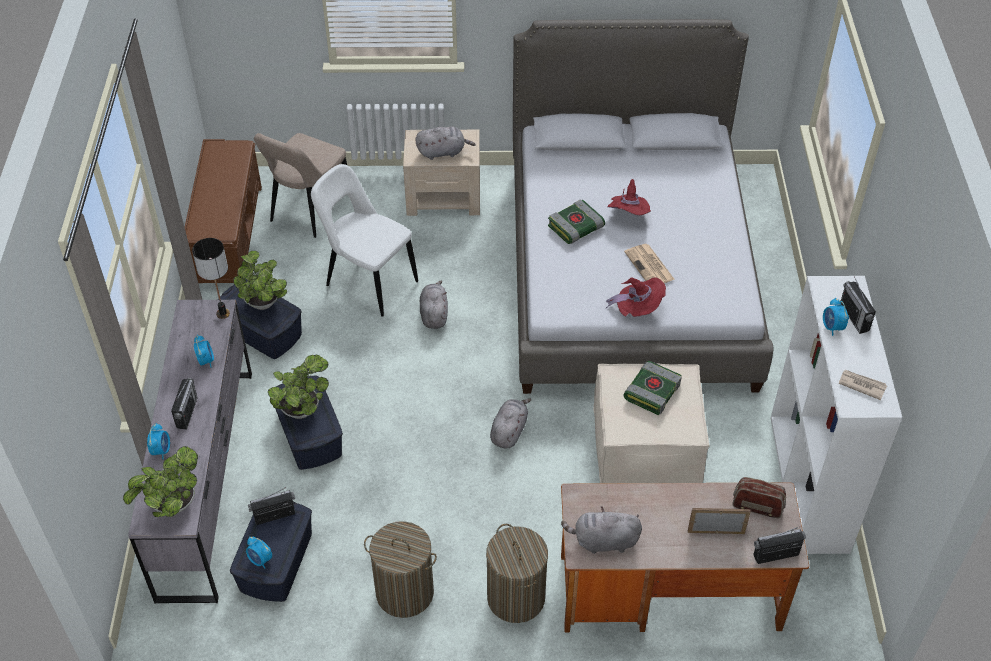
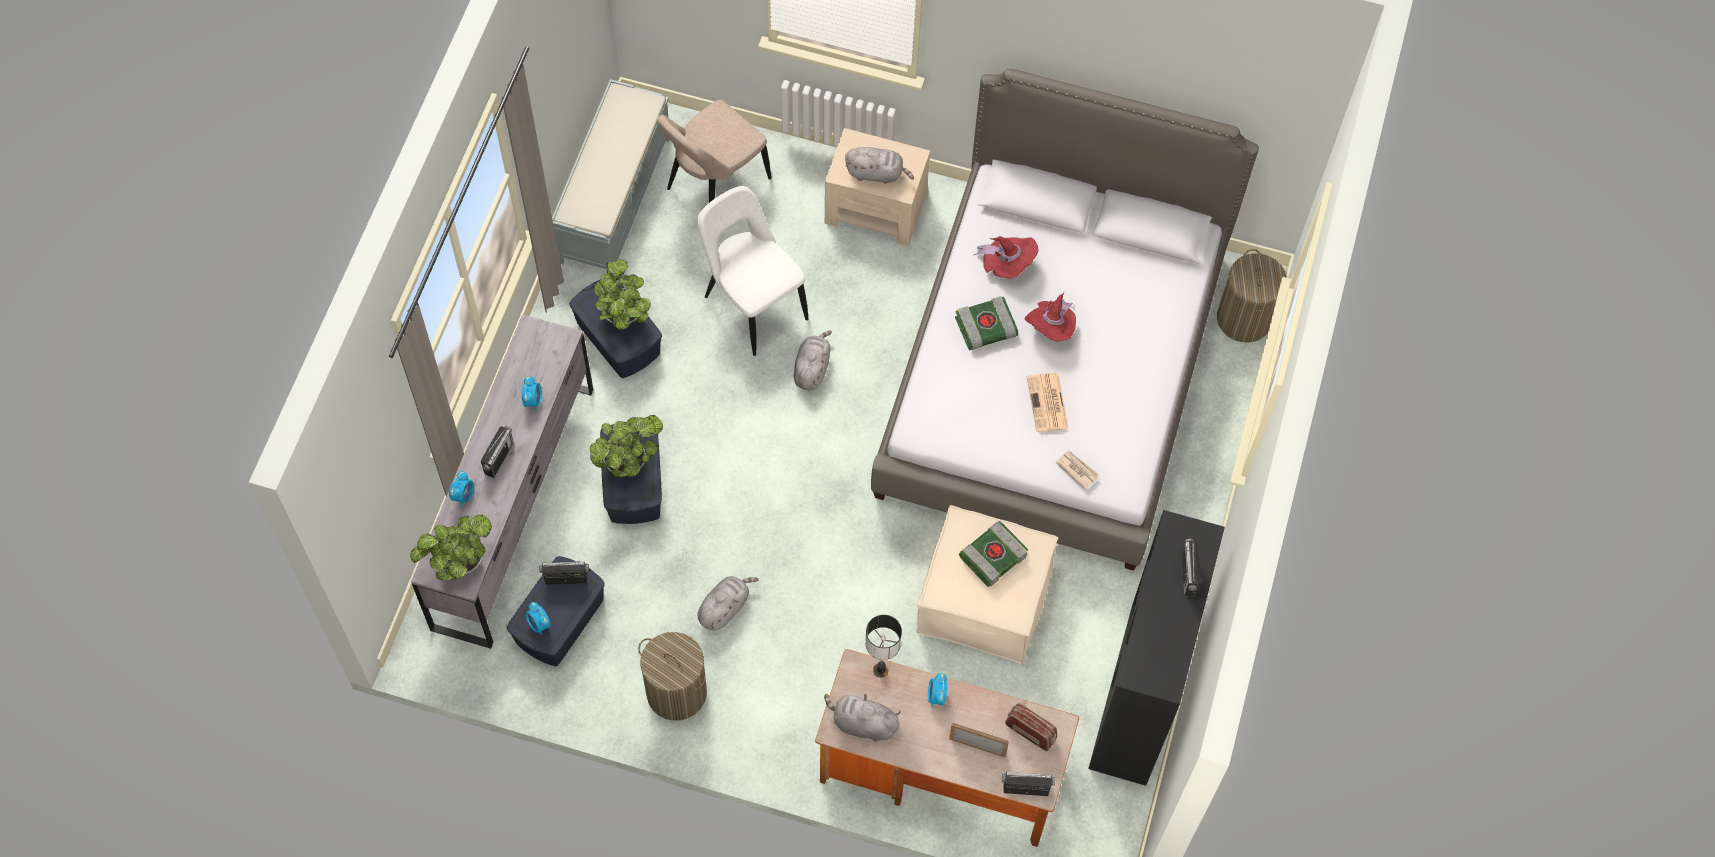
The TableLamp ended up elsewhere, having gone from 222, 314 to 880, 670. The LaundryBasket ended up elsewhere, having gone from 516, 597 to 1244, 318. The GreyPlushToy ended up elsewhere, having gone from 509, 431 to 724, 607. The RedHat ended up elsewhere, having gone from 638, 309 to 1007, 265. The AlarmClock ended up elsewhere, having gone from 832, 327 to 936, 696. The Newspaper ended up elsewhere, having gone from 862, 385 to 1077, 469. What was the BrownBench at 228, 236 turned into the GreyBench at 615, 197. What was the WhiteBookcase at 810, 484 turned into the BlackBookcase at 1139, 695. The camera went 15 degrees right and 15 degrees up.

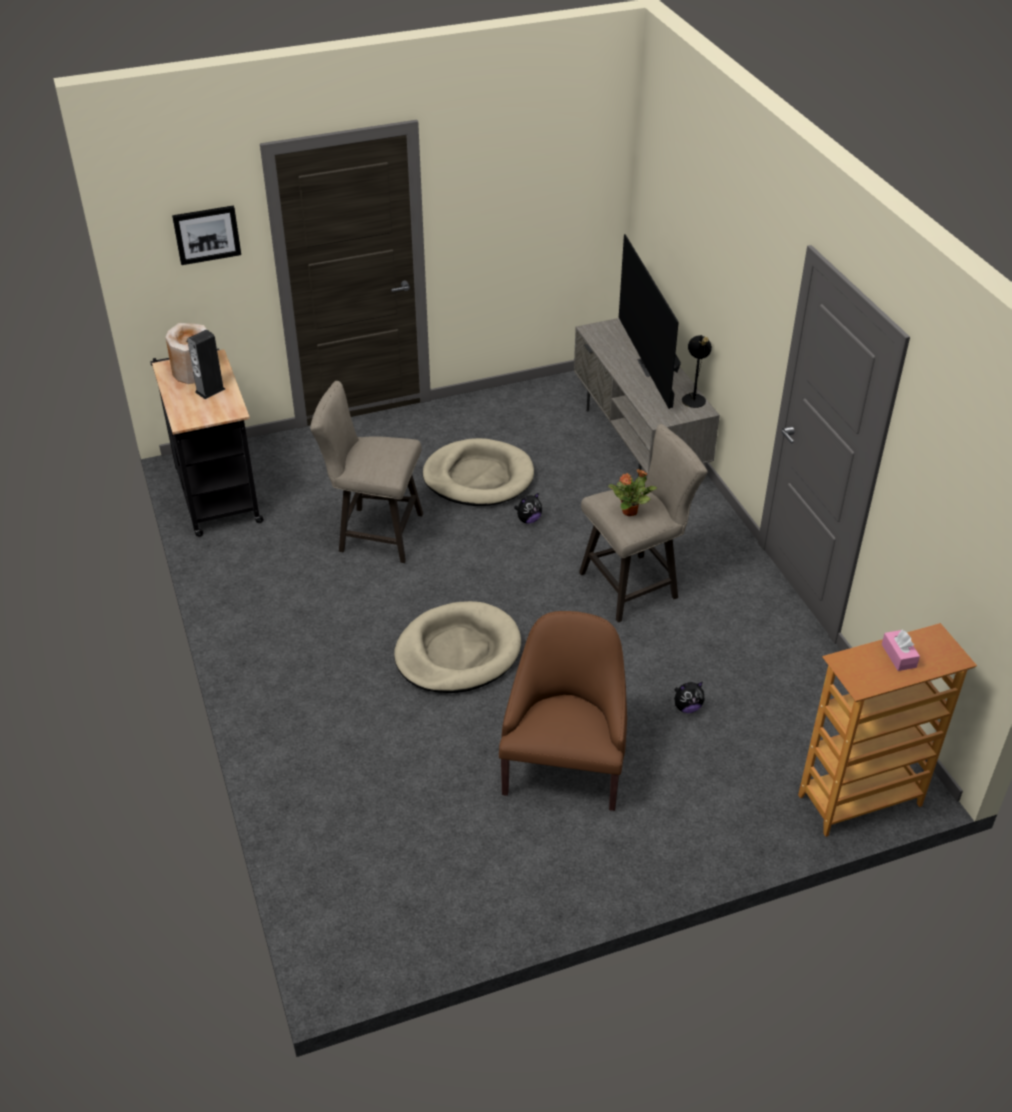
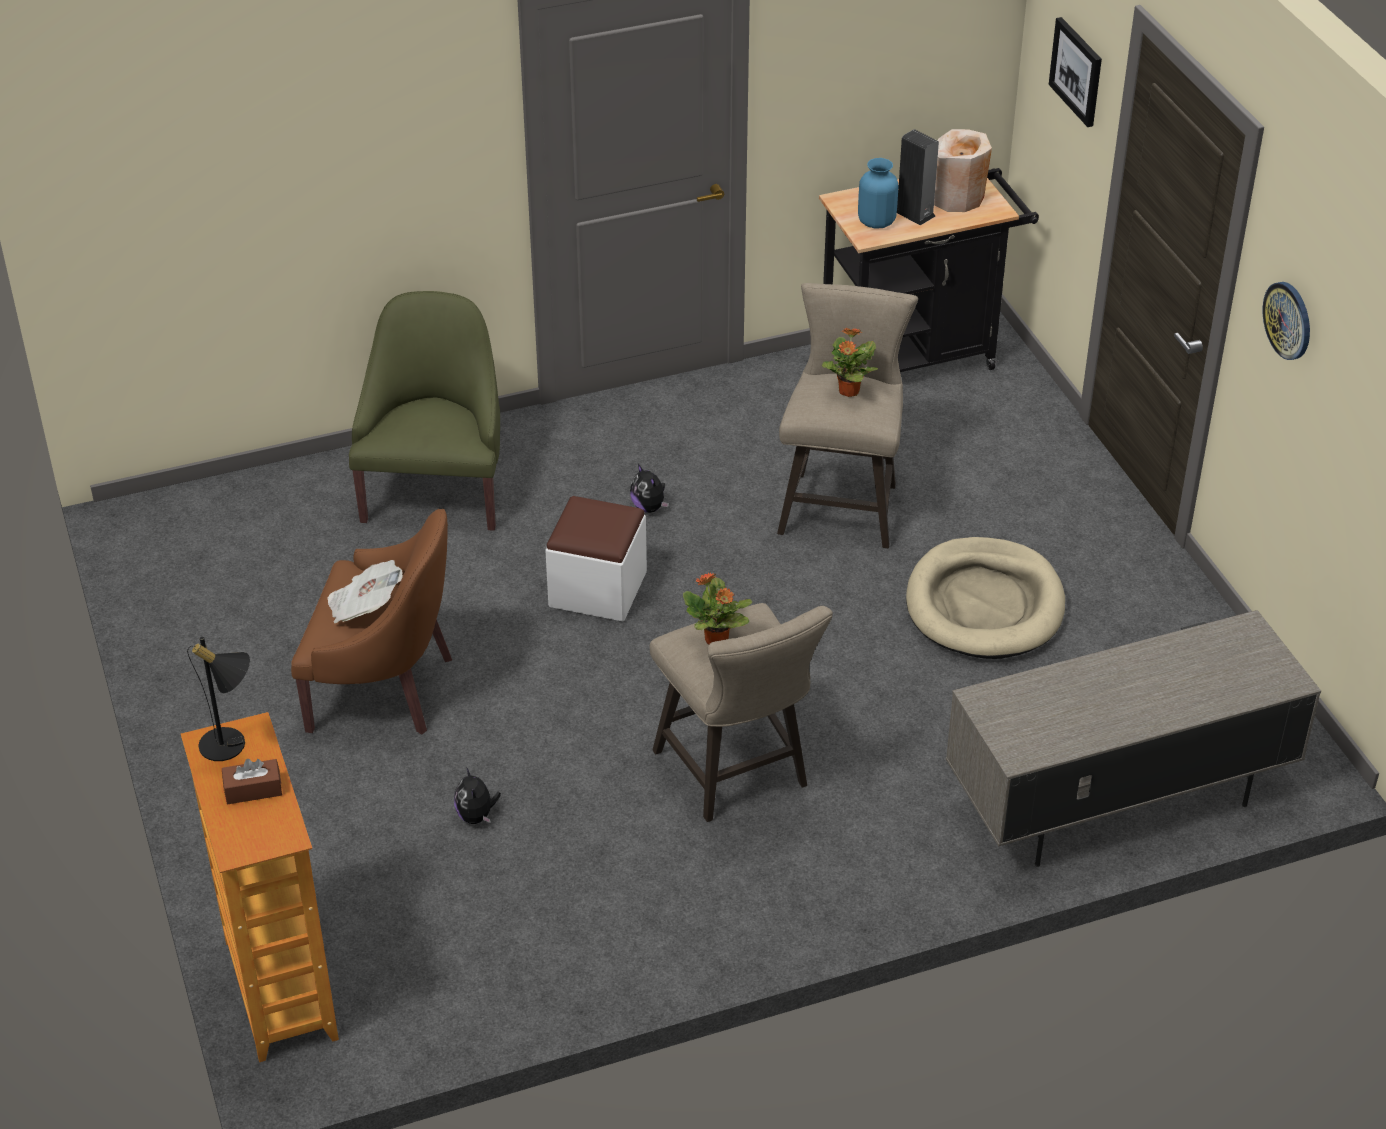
The second view lost the Television at 652, 367. The second view gained the Newspaper at 365, 607. The second view gained the GreenArmchair at 436, 490. The second view gained the PottedPlant at 848, 391. The second view gained the BlueVase at 876, 221. The second view gained the WallClock at 1288, 320. The PlushToy ended up elsewhere, having gone from 528, 520 to 649, 507. The BlackTableLamp ended up elsewhere, having gone from 694, 397 to 231, 746. Where the BeigeDogBed stood at 457, 652, the WhiteOttoman came to stand at 598, 589. What was the PinkTissueBox at 898, 656 turned into the BrownTissueBox at 253, 789. The camera went 90 degrees right and 0 degrees up.

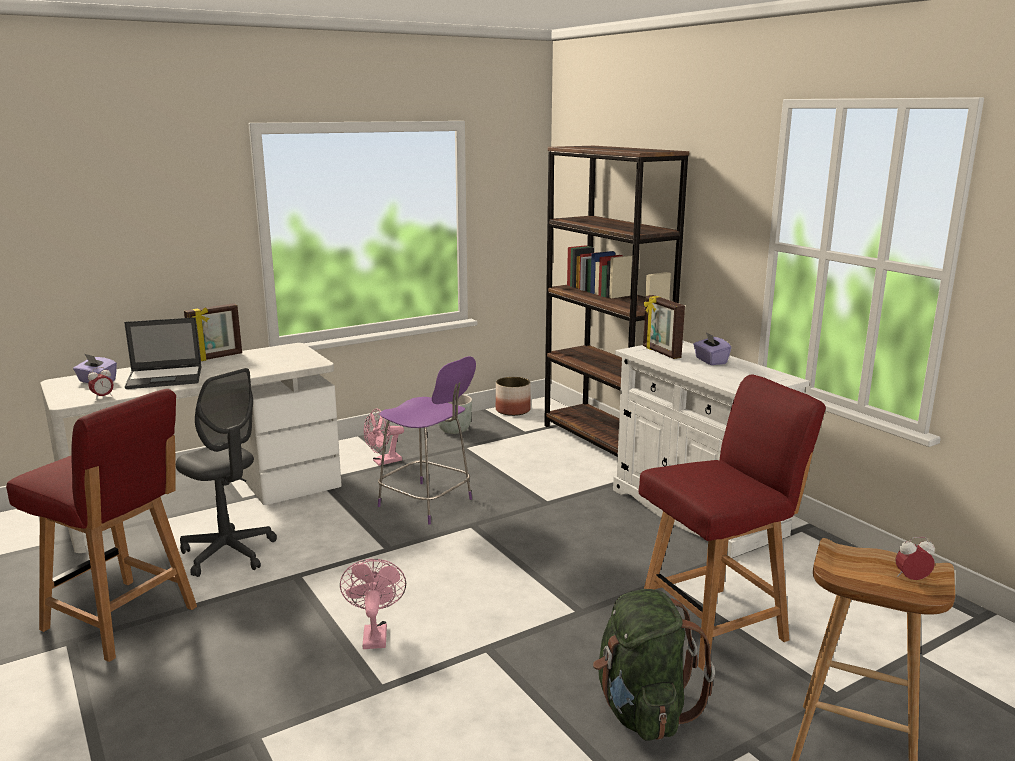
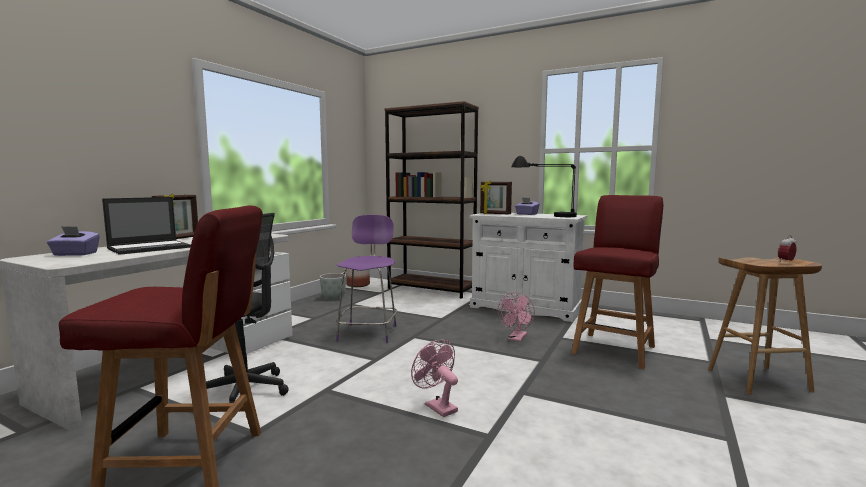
The second view lost the AlarmClock at 102, 397. The second view lost the GreenBackpack at 643, 711. The second view gained the BlackTableLamp at 545, 216. The PinkFan ended up elsewhere, having gone from 383, 462 to 516, 339. The PurpleChair at 428, 503 ended up facing another way, 90 degrees counterclockwise from before. The camera went 30 degrees left and 10 degrees down.

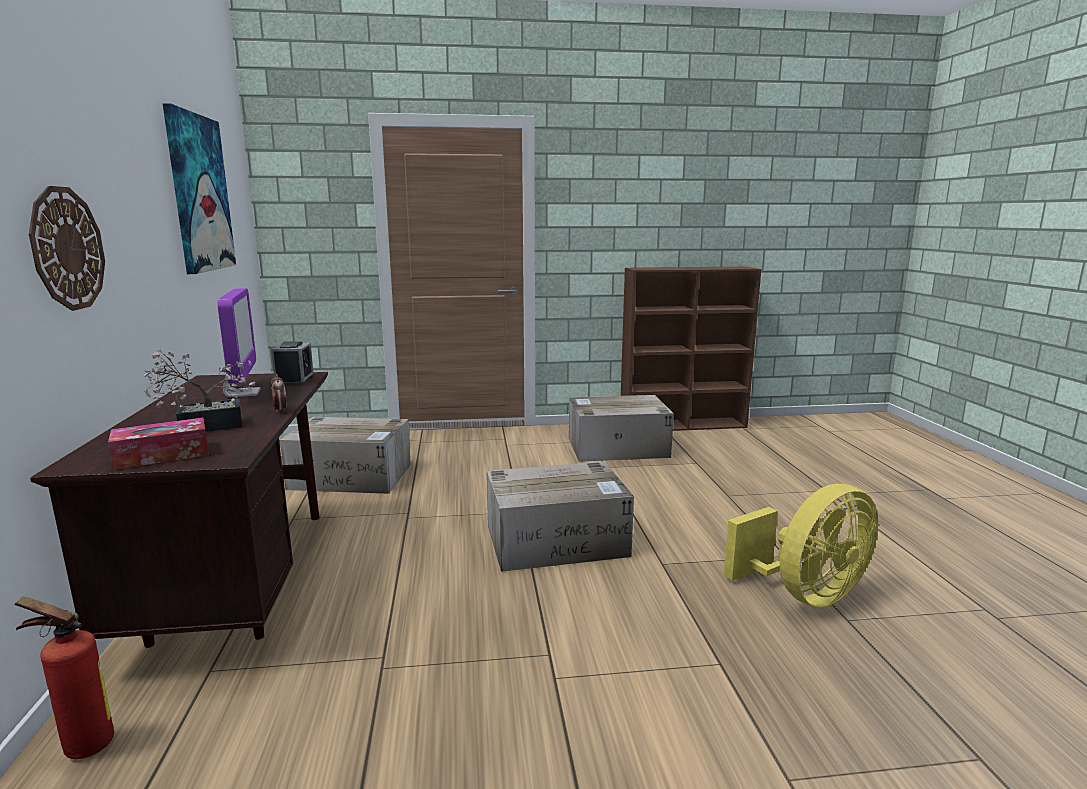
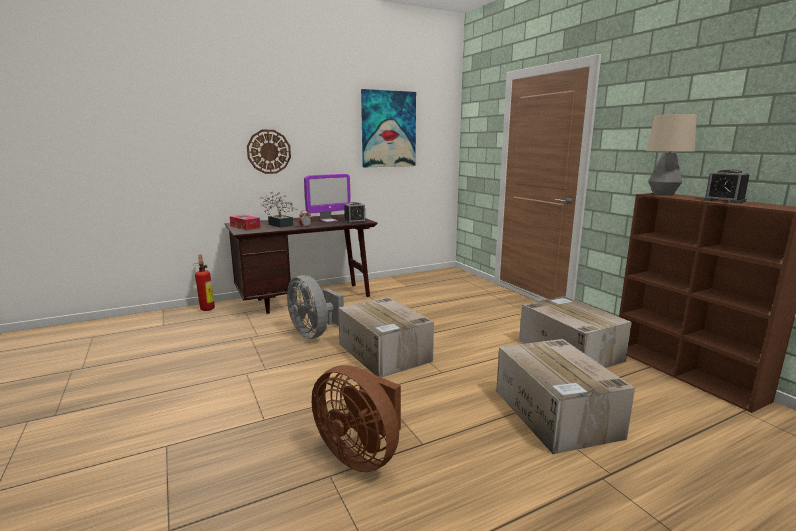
The second view gained the GreyFan at 314, 333. The second view gained the TableLamp at 662, 194. The second view gained the AlarmClock at 724, 201. The CardboardBox ended up elsewhere, having gone from 352, 476 to 557, 414. What was the YellowFan at 805, 594 turned into the BrownFan at 361, 454. The camera went 70 degrees right and 0 degrees up.

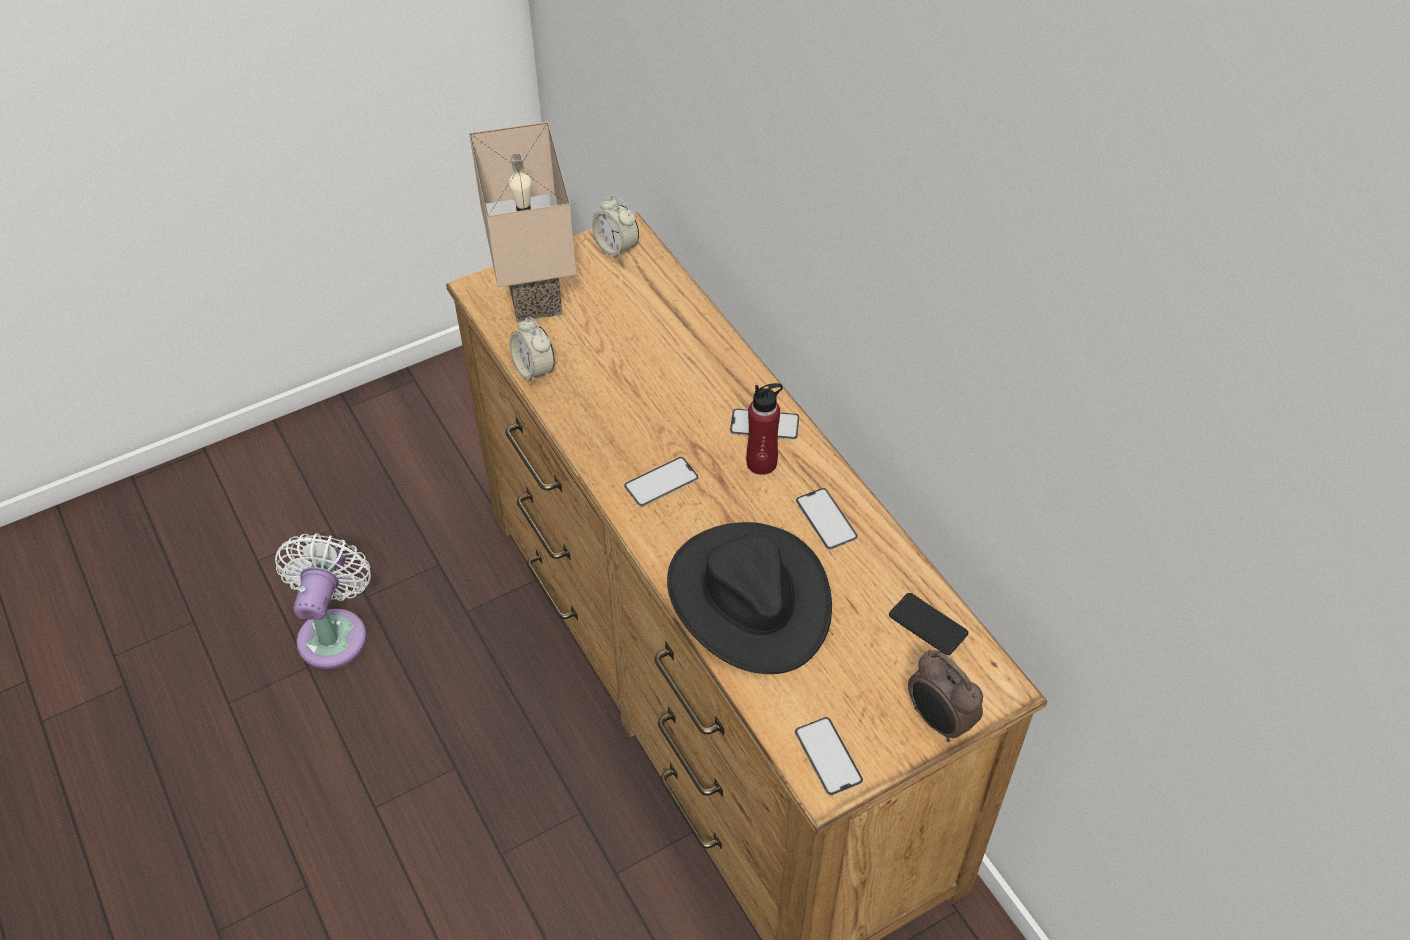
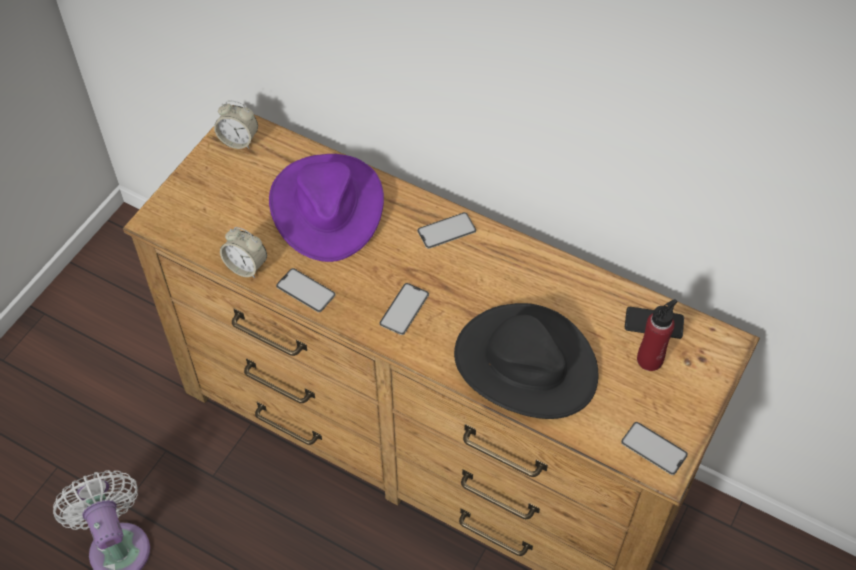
The second view lost the BeigeTableLamp at 529, 293. The second view lost the AlarmClock at 938, 721. The second view gained the PurpleHat at 327, 207. The RedBottle ended up elsewhere, having gone from 762, 463 to 650, 359. The Phone ended up elsewhere, having gone from 826, 519 to 305, 290. The camera went 30 degrees left and 5 degrees up.

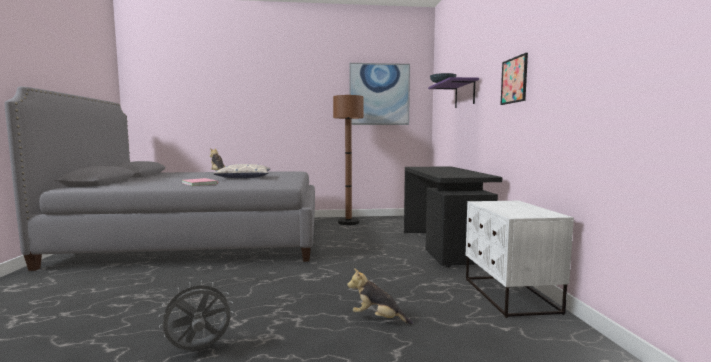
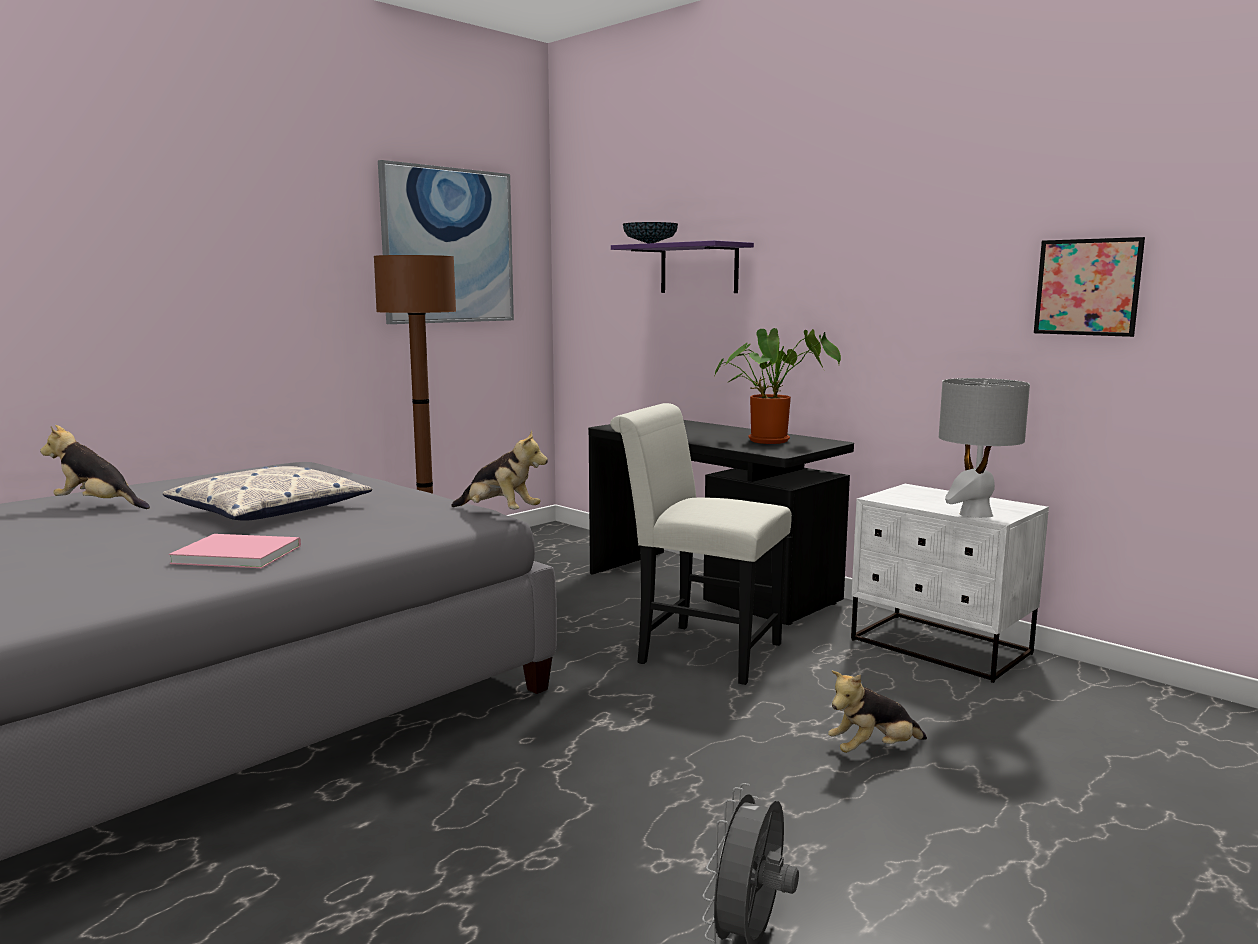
The second view gained the PlushToy at 499, 513. The second view gained the WhiteChair at 699, 651. The second view gained the PottedPlant at 773, 440. The second view gained the GreyTableLamp at 975, 514. The Picture ended up elsewhere, having gone from 514, 80 to 1087, 287. The camera went 40 degrees left and 5 degrees up.

